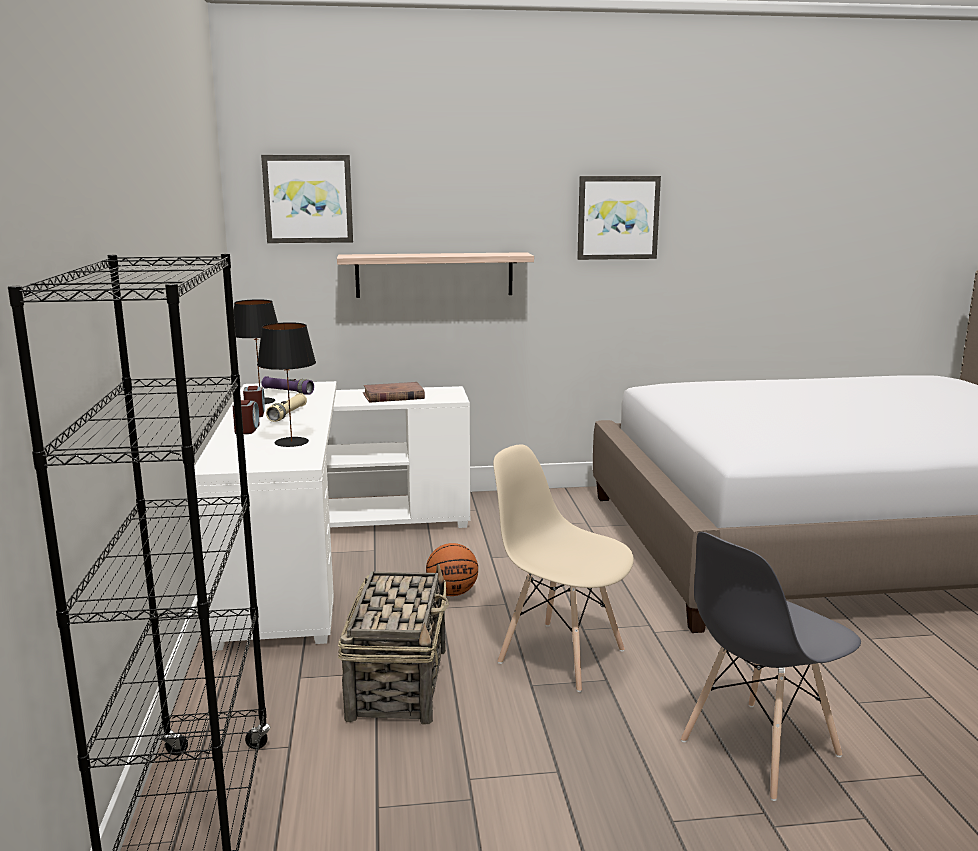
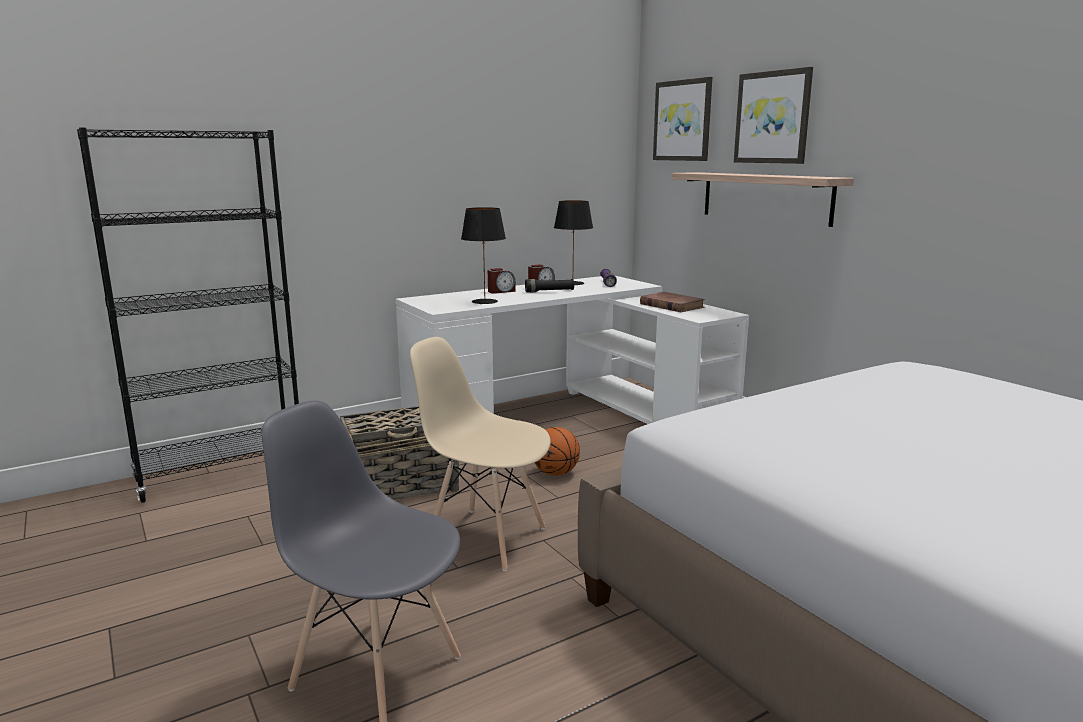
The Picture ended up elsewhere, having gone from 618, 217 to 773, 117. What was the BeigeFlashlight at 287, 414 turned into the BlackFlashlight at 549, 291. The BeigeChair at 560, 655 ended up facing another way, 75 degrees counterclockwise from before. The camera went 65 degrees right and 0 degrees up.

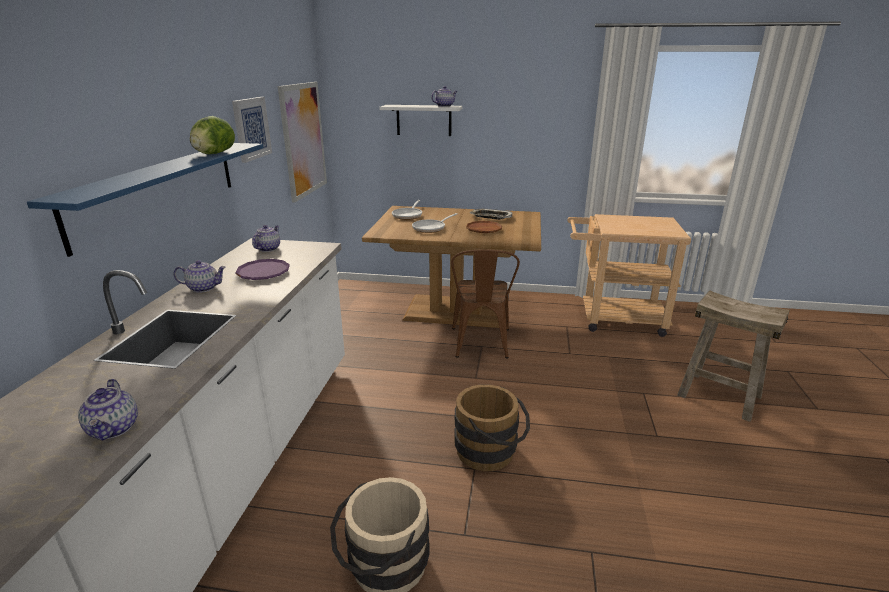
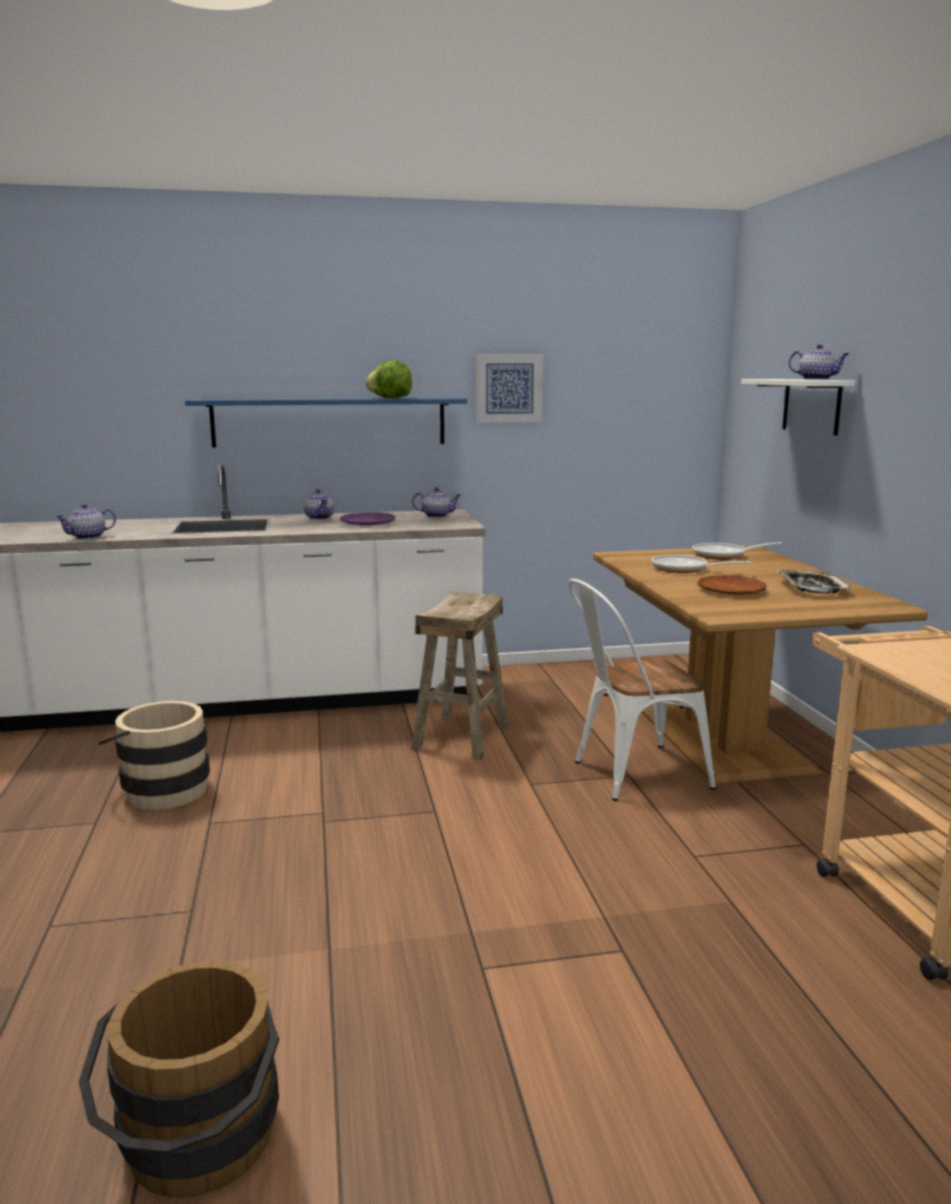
The second view lost the Picture at 303, 140. The BrownBucket ended up elsewhere, having gone from 491, 452 to 196, 1148. The BeigeStool ended up elsewhere, having gone from 718, 396 to 460, 736. What was the BrownChair at 481, 345 turned into the WhiteChair at 630, 774. The camera went 70 degrees right and 10 degrees down.

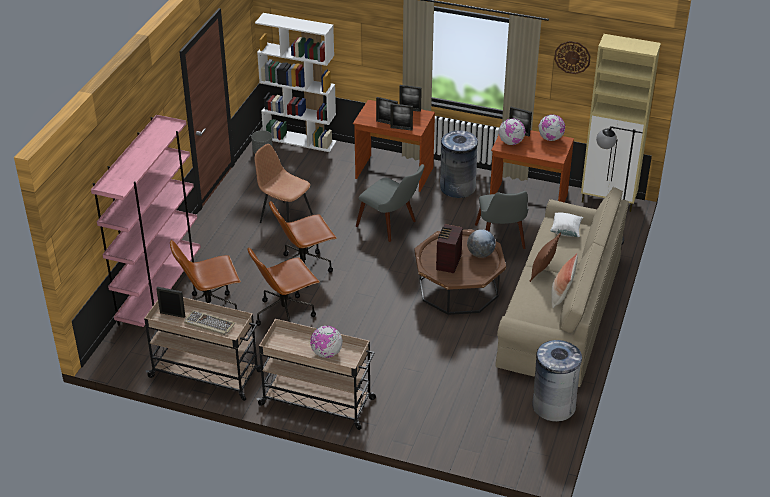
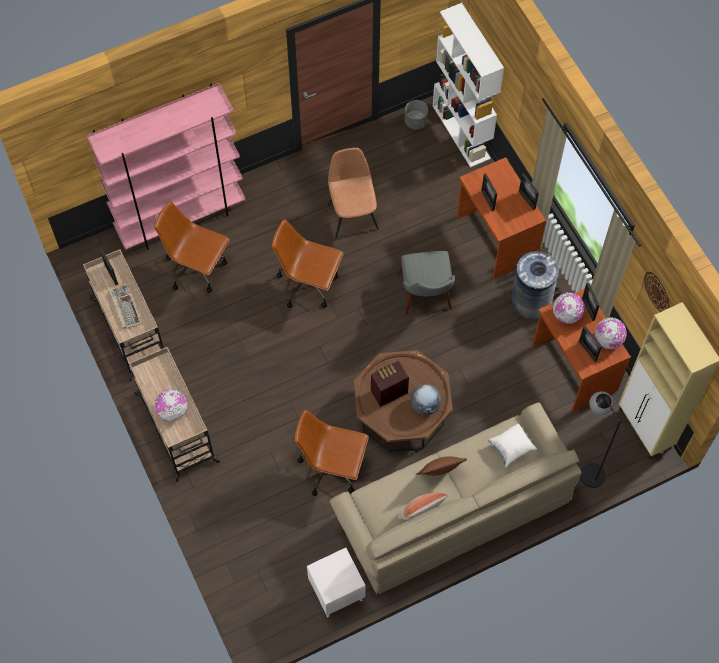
The second view lost the GreyChair at 501, 241. The BrownOfficeChair ended up elsewhere, having gone from 285, 314 to 332, 468. The PictureFrame ended up elsewhere, having gone from 401, 128 to 587, 351. Where the GreyTrashCan stood at 553, 405, the WhiteSideTable came to stand at 336, 592. The camera went 45 degrees right and 25 degrees up.

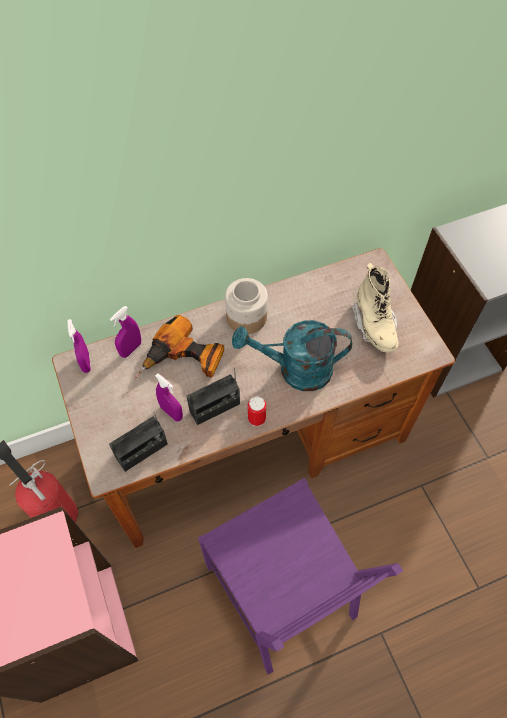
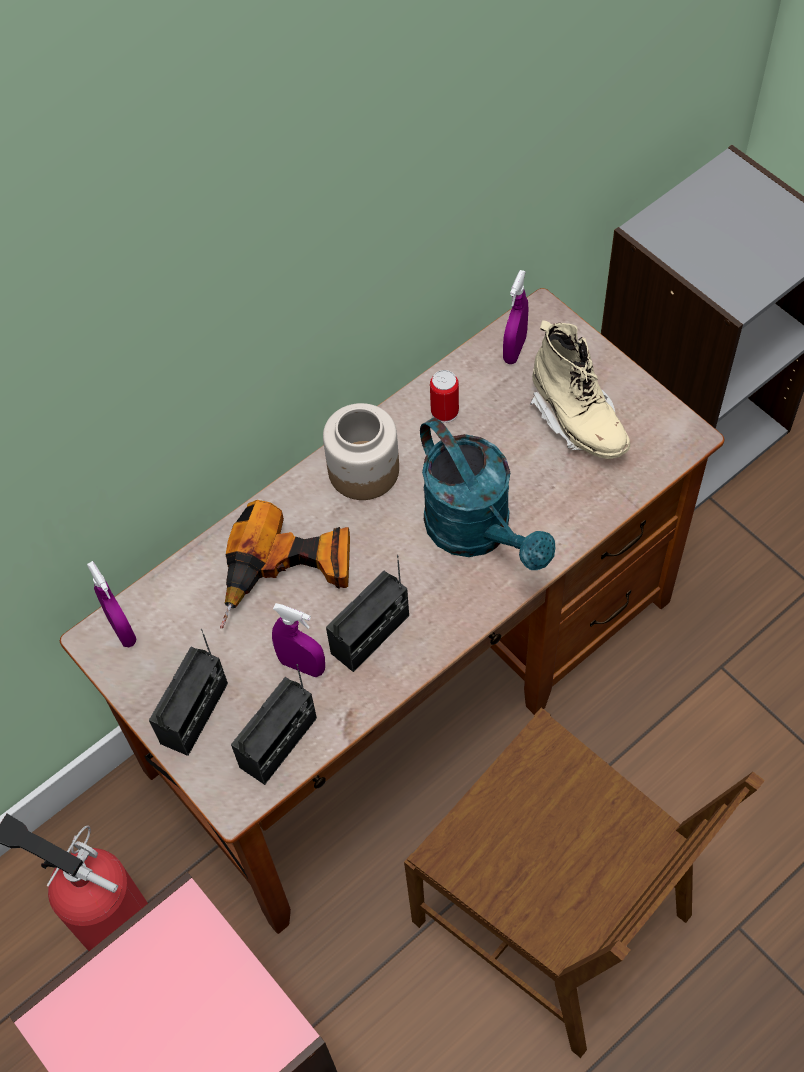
The second view gained the Radio at 195, 713. The PurpleSprayBottle ended up elsewhere, having gone from 131, 349 to 514, 350. The Can ended up elsewhere, having gone from 256, 418 to 444, 412. What was the PurpleChair at 283, 591 turned into the BrownChair at 555, 916. The TurquoiseWateringCan at 295, 370 ended up facing another way, 105 degrees counterclockwise from before. The camera went 15 degrees left and 0 degrees up.

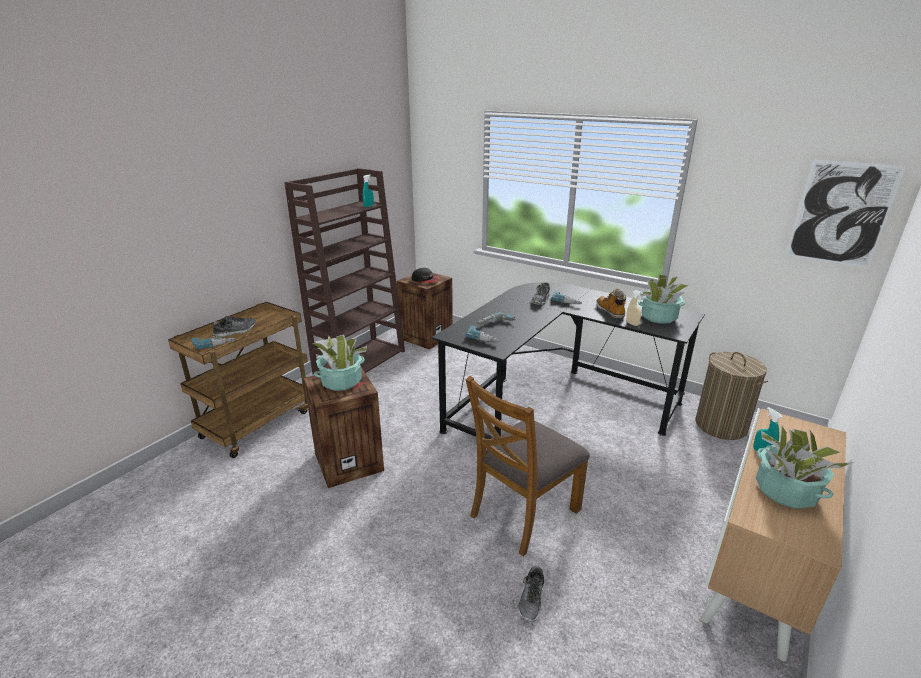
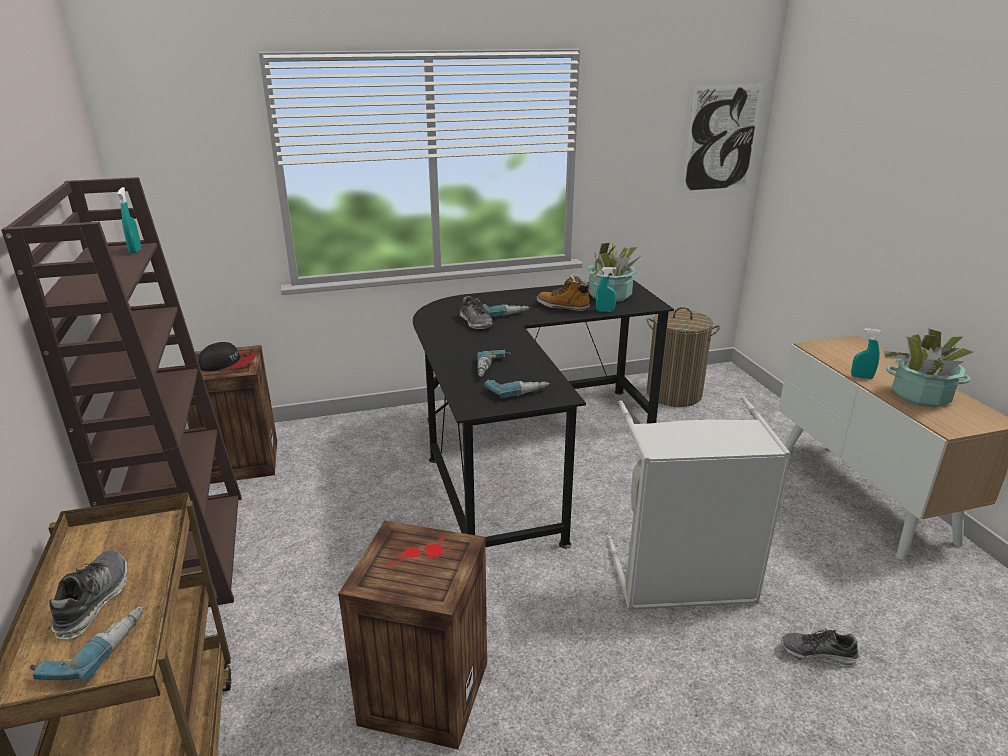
The second view lost the PottedPlant at 341, 381. Where the BrownChair stood at 523, 512, the GreyLaundryBasket came to stand at 682, 582. What was the BeigeSprayBottle at 632, 324 turned into the TurquoiseSprayBottle at 605, 311. The Shoe at 531, 600 ended up facing another way, 135 degrees clockwise from before. The camera went 50 degrees left and 0 degrees up.

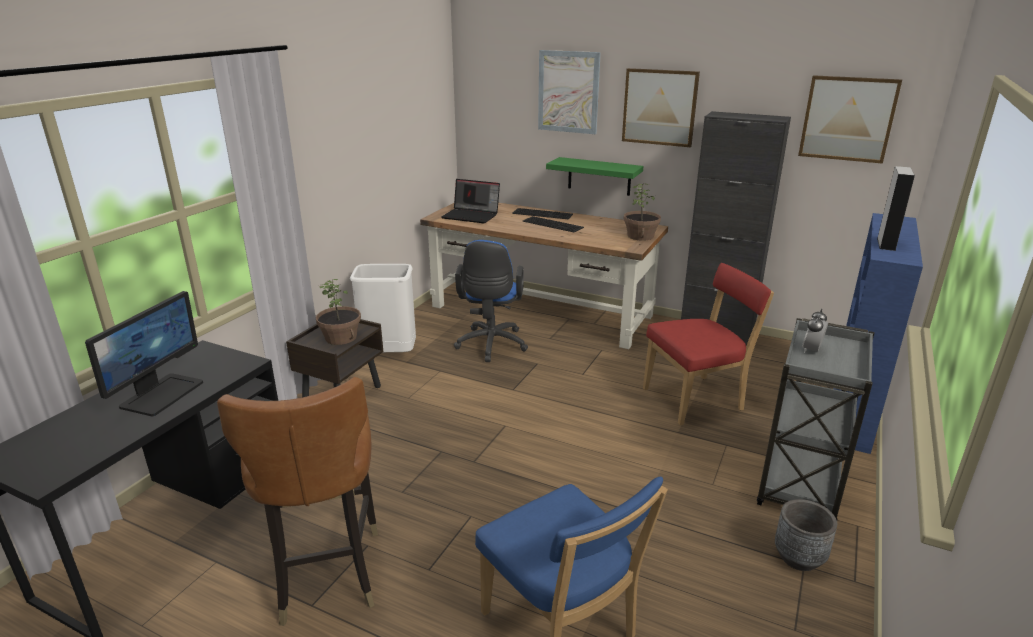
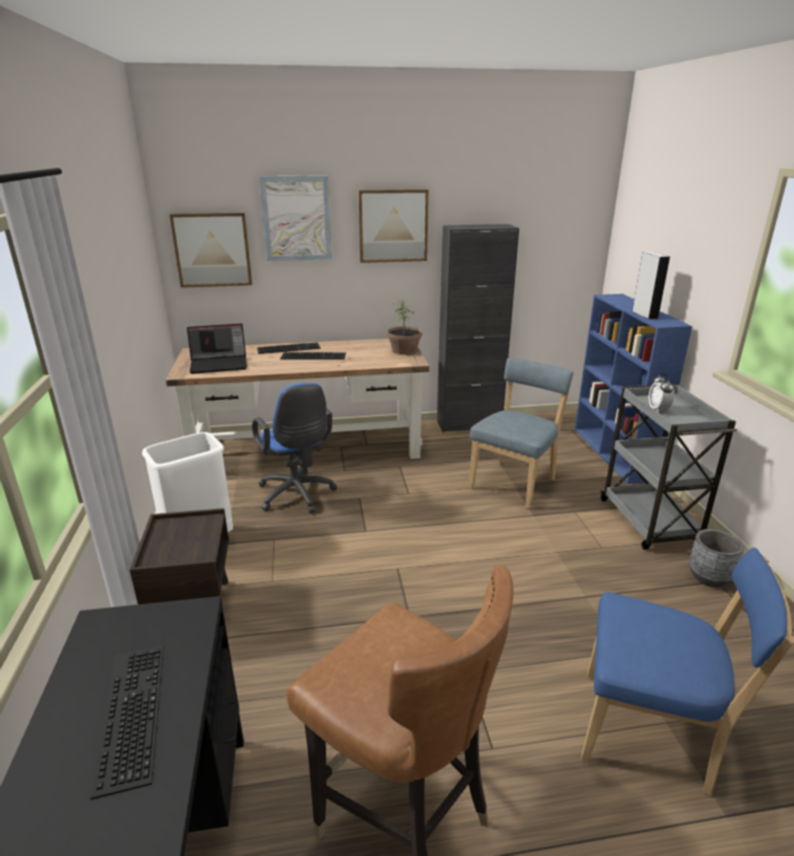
The second view lost the PottedPlant at 341, 337. The second view lost the GreenShelf at 599, 176. The Picture ended up elsewhere, having gone from 847, 118 to 212, 250. Where the Monitor stood at 161, 394, the Keyboard came to stand at 128, 712. What was the RedChair at 697, 399 turned into the BlueChair at 515, 482. The camera went 35 degrees left and 0 degrees up.

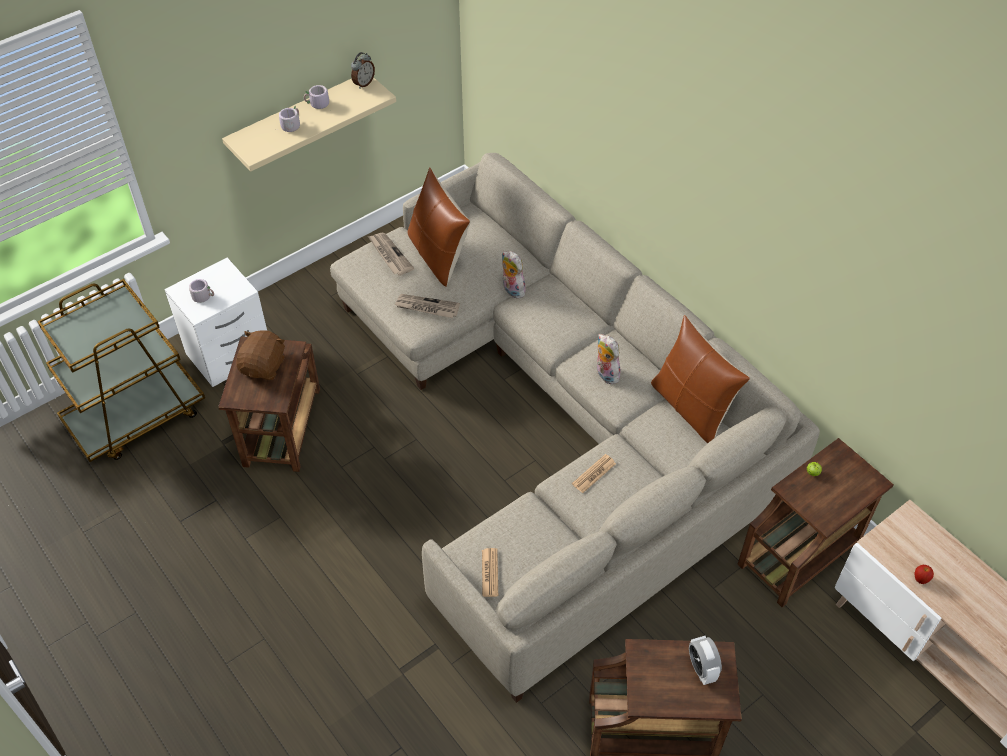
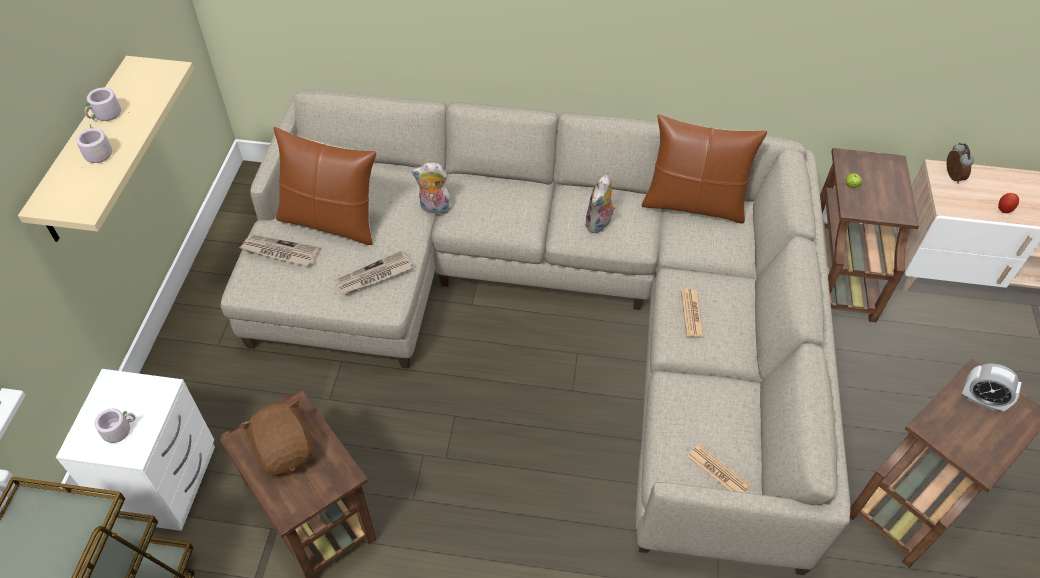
The AlarmClock ended up elsewhere, having gone from 363, 83 to 951, 176. The PlushToy at 605, 374 ended up facing another way, 75 degrees counterclockwise from before. The camera went 45 degrees left and 0 degrees up.

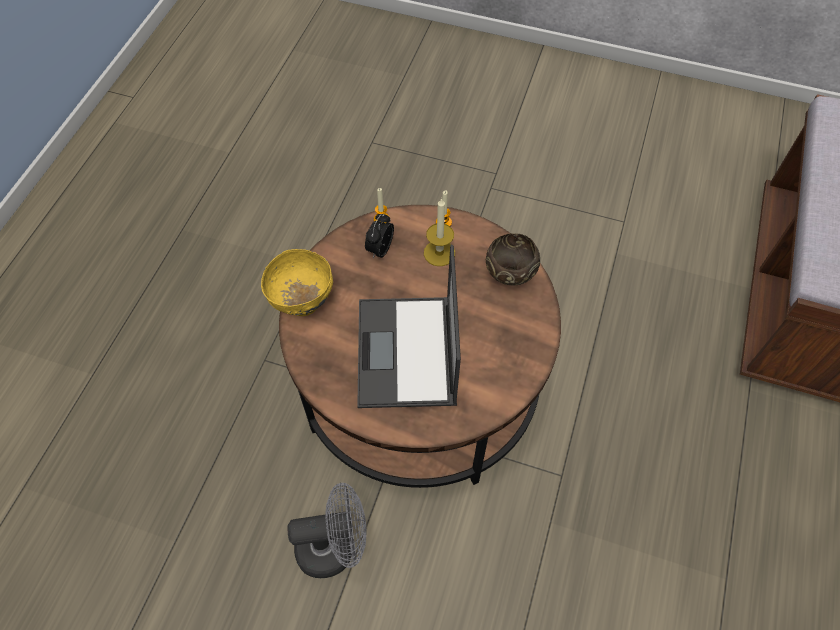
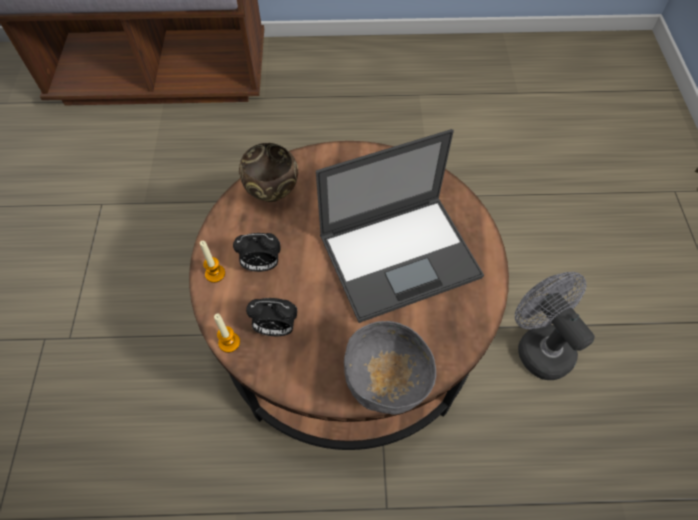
Where the Candle stood at 439, 253, the AlarmClock came to stand at 261, 265. What was the YellowBowl at 303, 303 turned into the GreyBowl at 385, 384. The camera went 110 degrees left and 0 degrees up.

